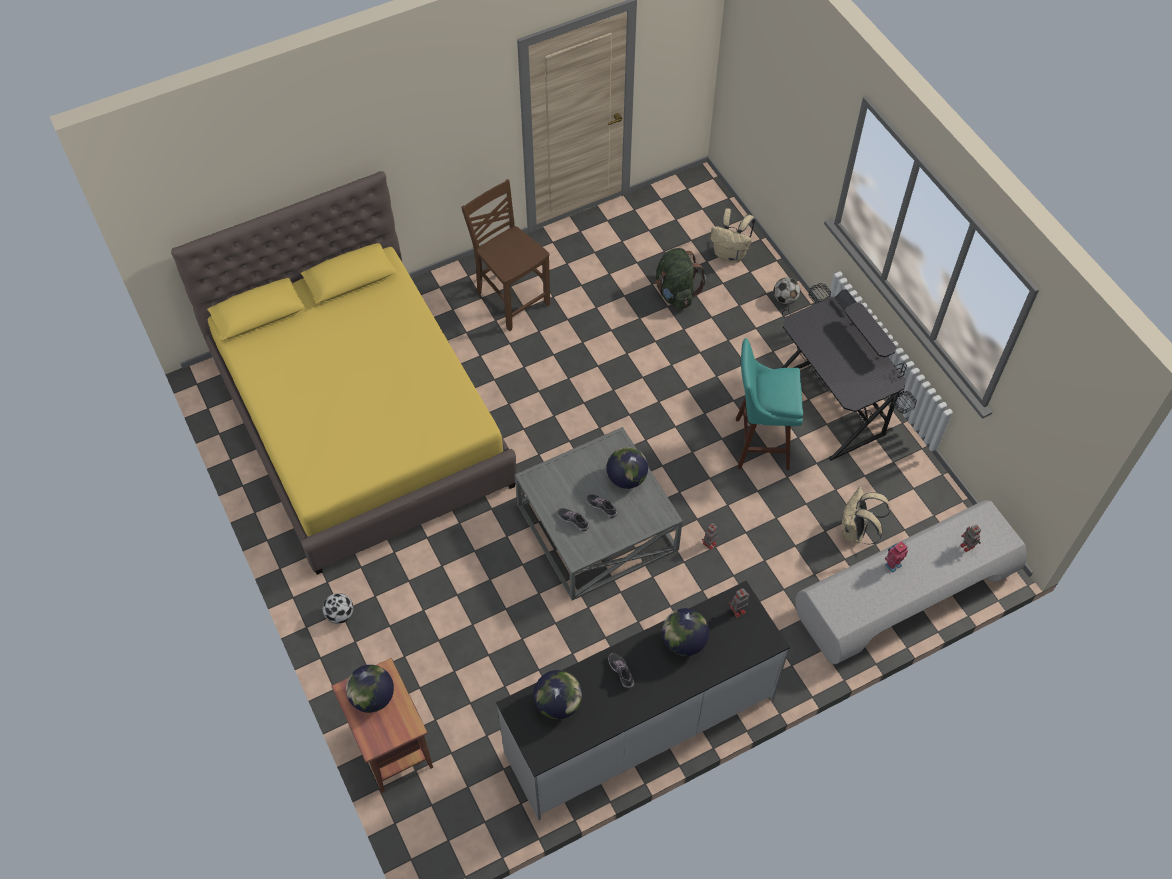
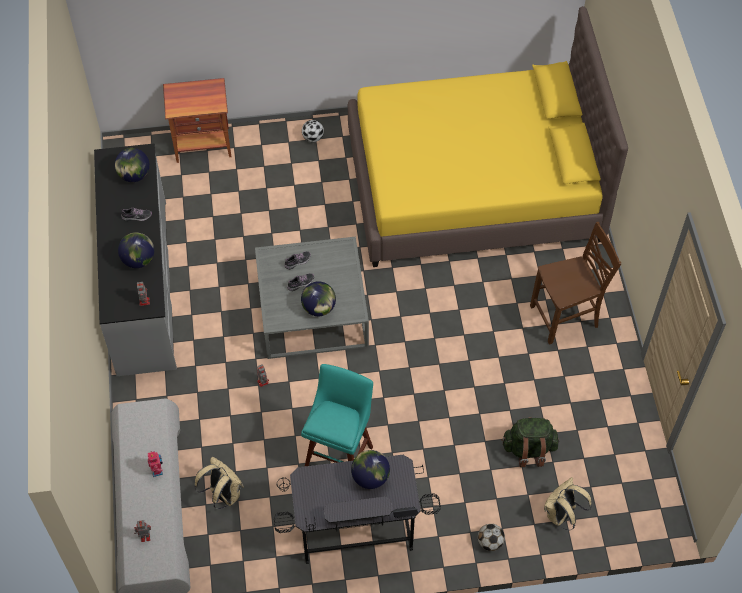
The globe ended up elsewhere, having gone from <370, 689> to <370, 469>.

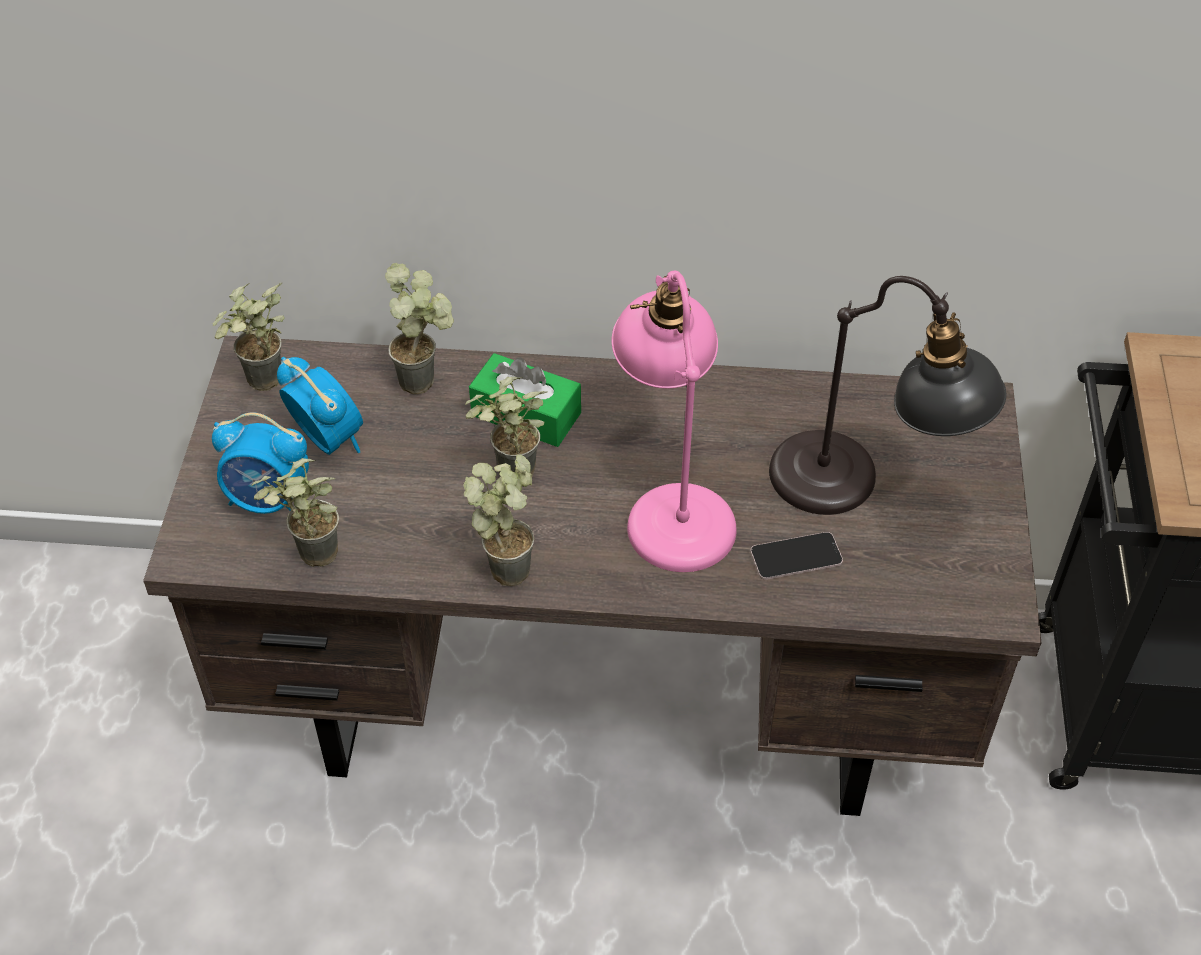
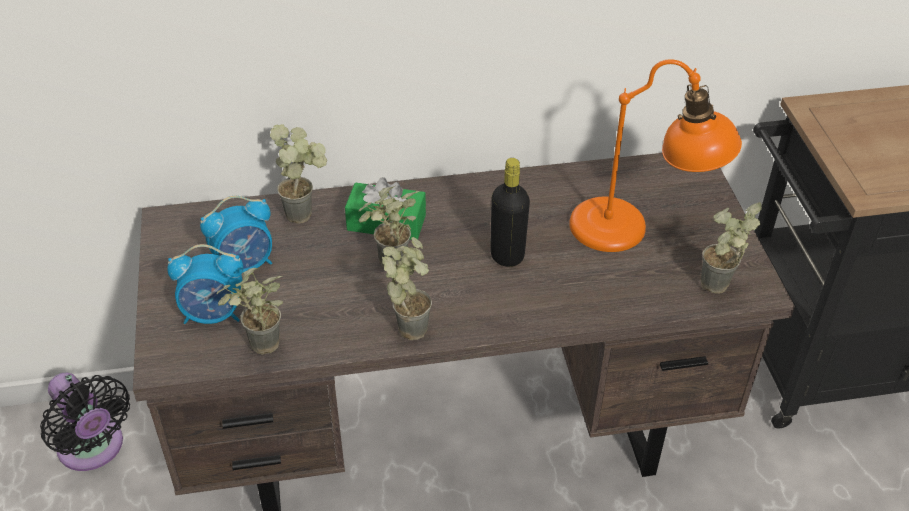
Where the table lamp in pink stood at <674, 421>, the bottle in black came to stand at <510, 212>.
What was the table lamp in grey at <887, 395> turned into the table lamp in orange at <655, 155>.
The potted plant ended up elsewhere, having gone from <249, 337> to <731, 248>.
The alarm clock at <320, 406> ended up facing another way, 120 degrees clockwise from before.
The second view lost the phone at <796, 556>.
The second view gained the fan in black at <85, 422>.

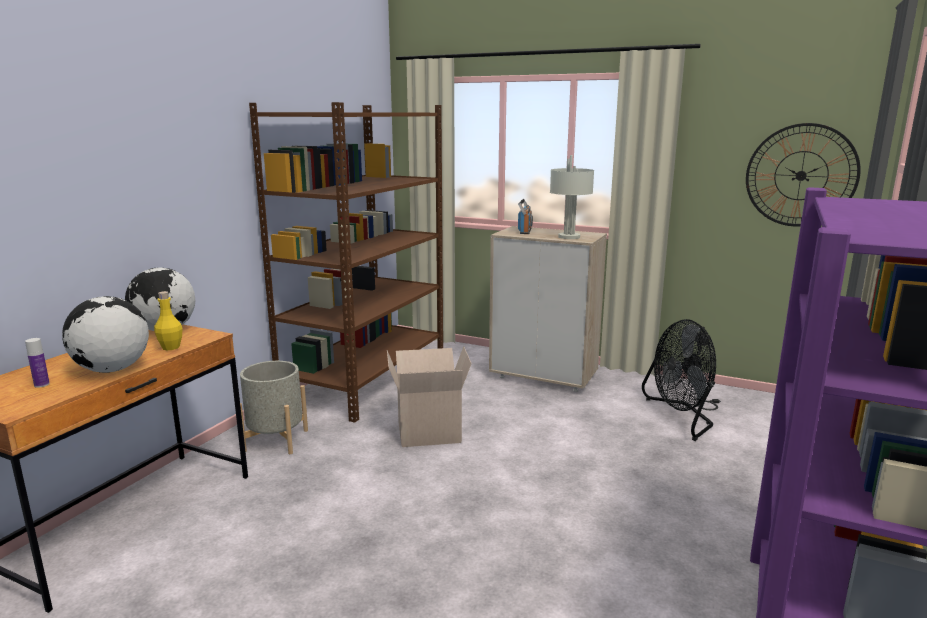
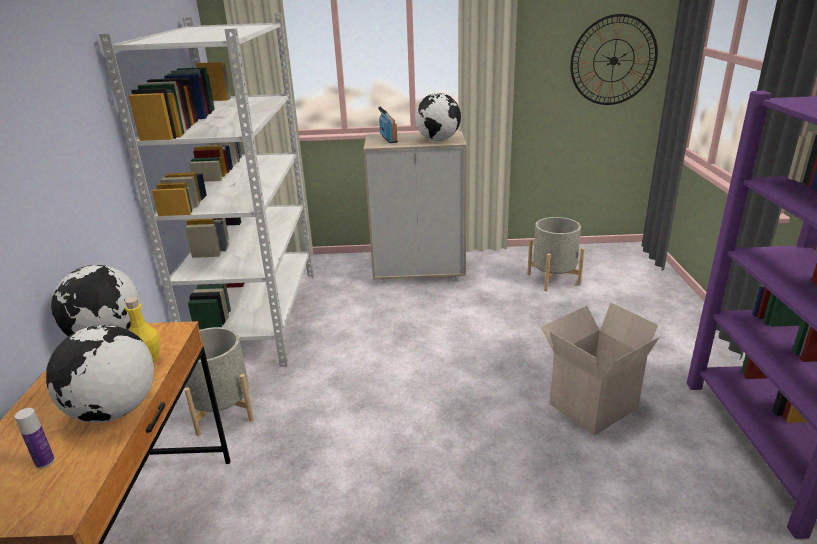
What was the bookcase in brown at <346, 262> turned into the bookcase in white at <206, 190>.
Where the table lamp in grey stood at <572, 197>, the globe came to stand at <438, 117>.
Where the fan in black stood at <681, 380>, the planter in grey came to stand at <556, 254>.
The cardboard box ended up elsewhere, having gone from <429, 396> to <600, 369>.

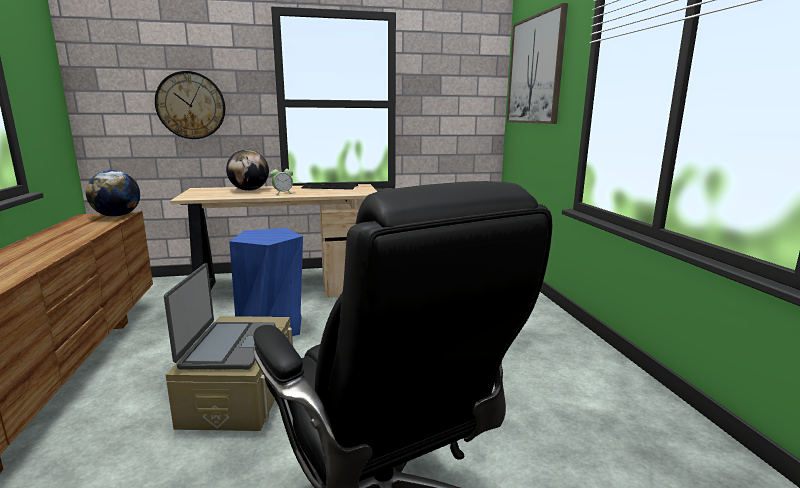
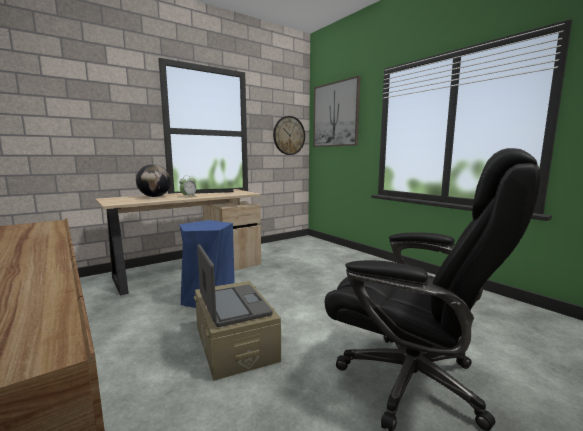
The wall clock ended up elsewhere, having gone from <190, 105> to <289, 135>.
The second view lost the globe at <113, 193>.

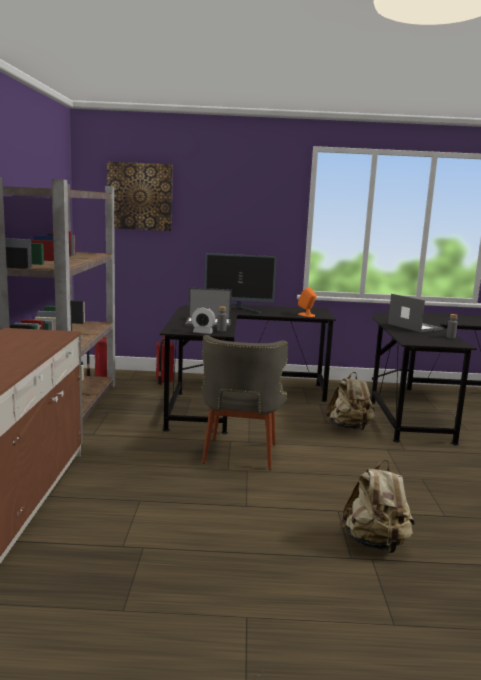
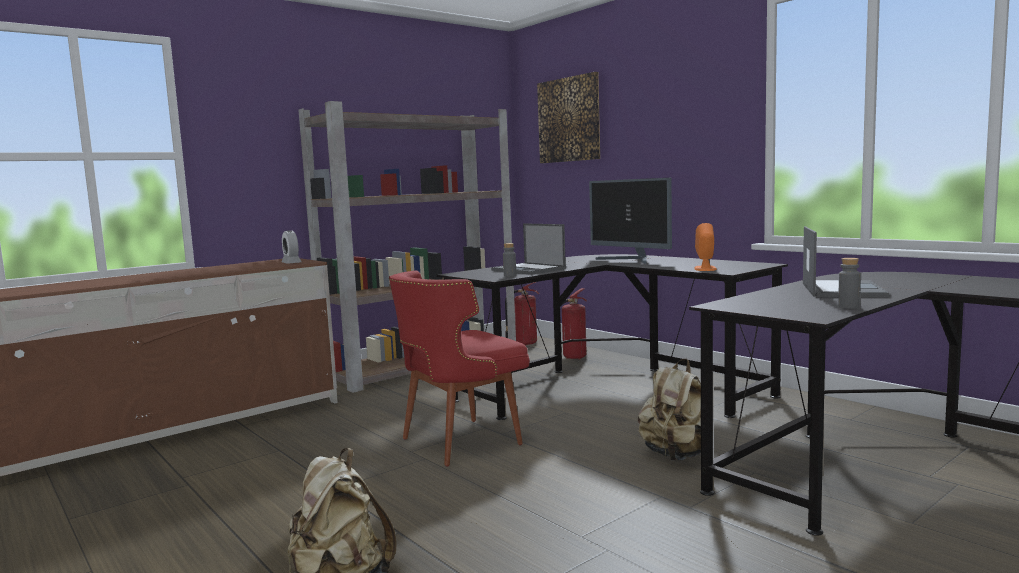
The alarm clock ended up elsewhere, having gone from <203, 320> to <291, 247>.
What was the chair in grey at <244, 402> turned into the chair in red at <459, 368>.

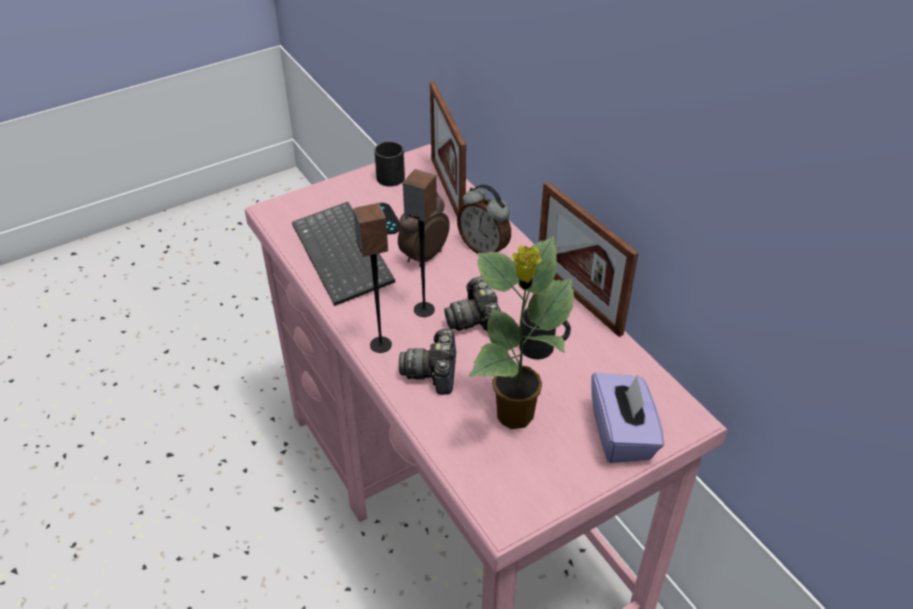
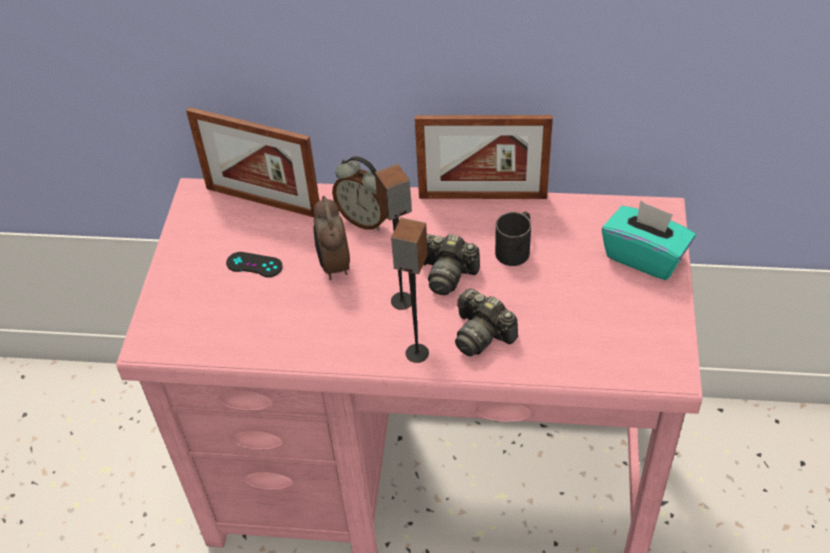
The second view lost the mug in black at <389, 164>.
The alarm clock at <484, 219> ended up facing another way, 45 degrees clockwise from before.
The second view lost the keyboard at <343, 254>.
The second view lost the potted plant at <521, 332>.
What was the tissue box in purple at <627, 417> turned into the tissue box in turquoise at <649, 240>.

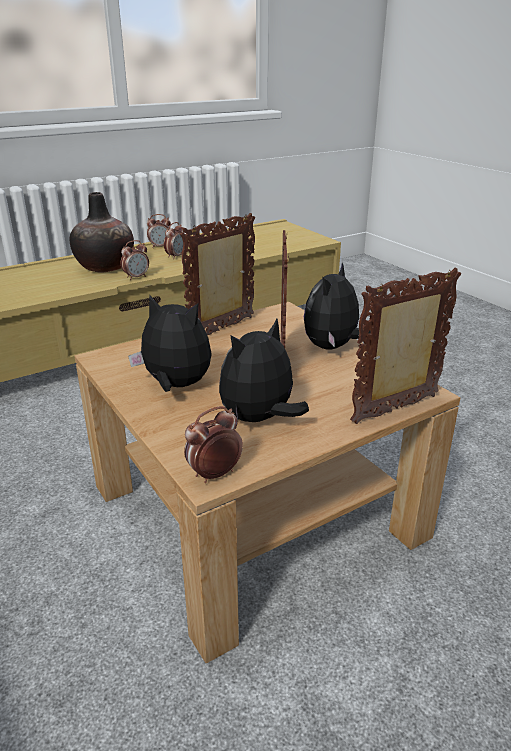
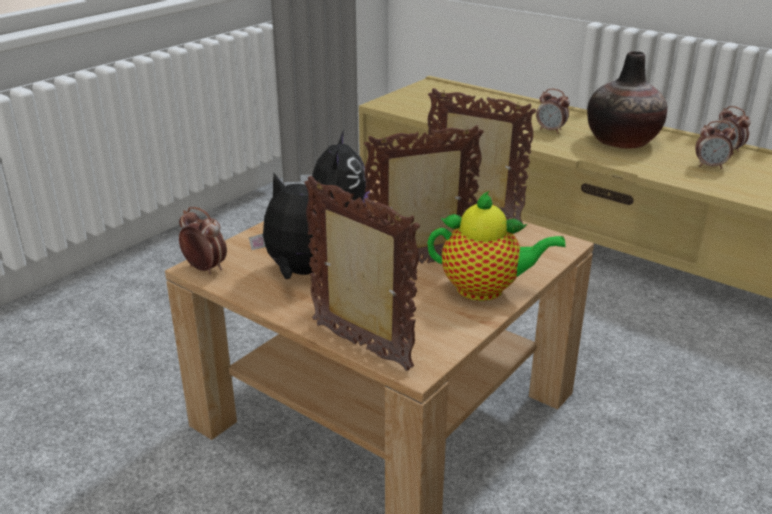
The alarm clock ended up elsewhere, having gone from <135, 260> to <553, 111>.
Where the plush toy stood at <337, 306>, the teapot came to stand at <496, 246>.

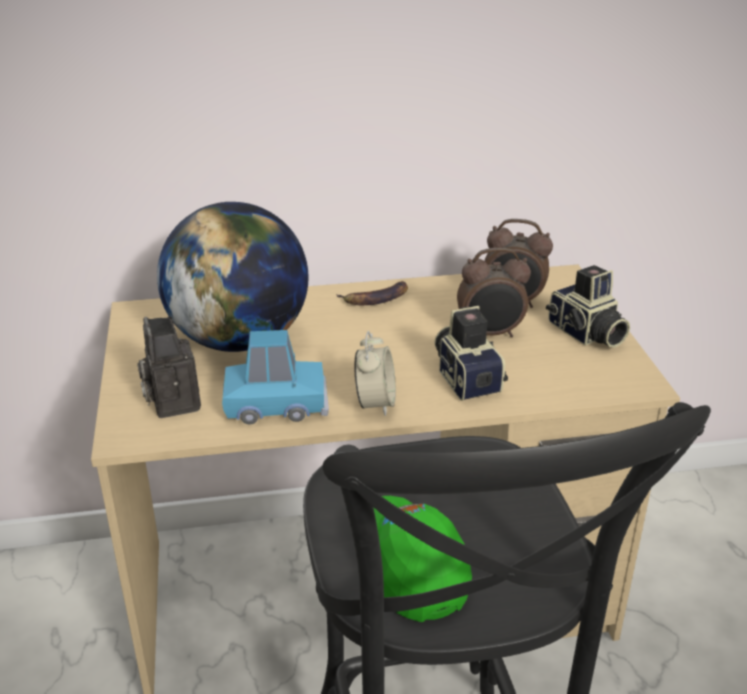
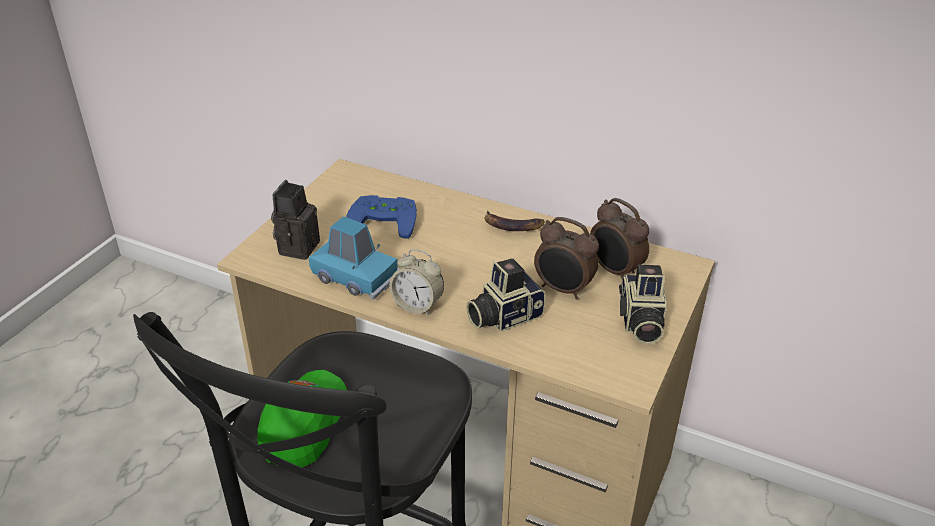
Where the globe stood at <232, 277>, the game controller in blue came to stand at <381, 217>.
The photo camera at <471, 353> ended up facing another way, 135 degrees counterclockwise from before.
The alarm clock at <375, 373> ended up facing another way, 75 degrees clockwise from before.

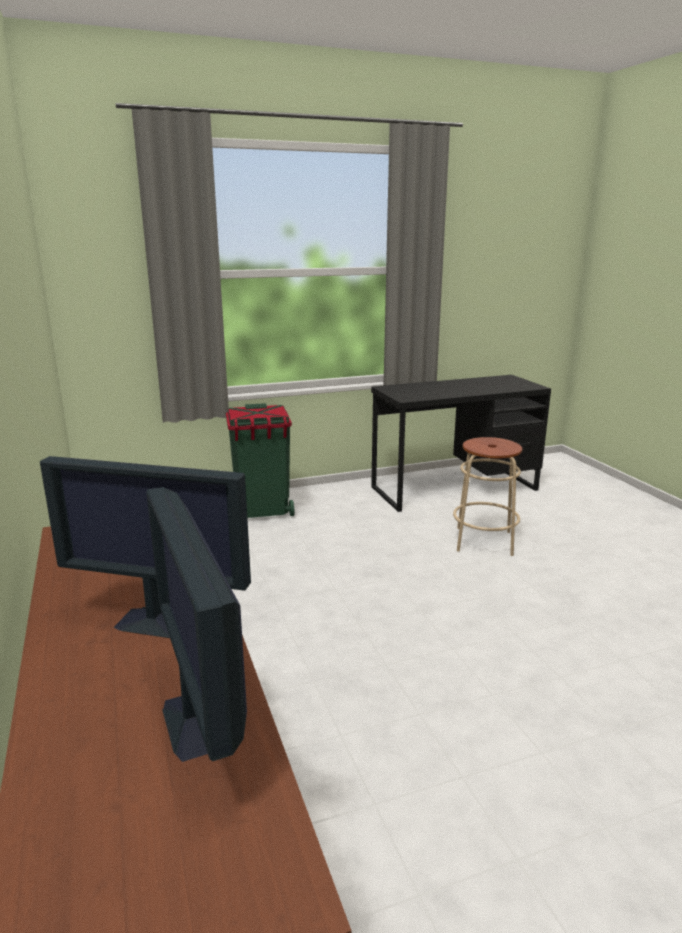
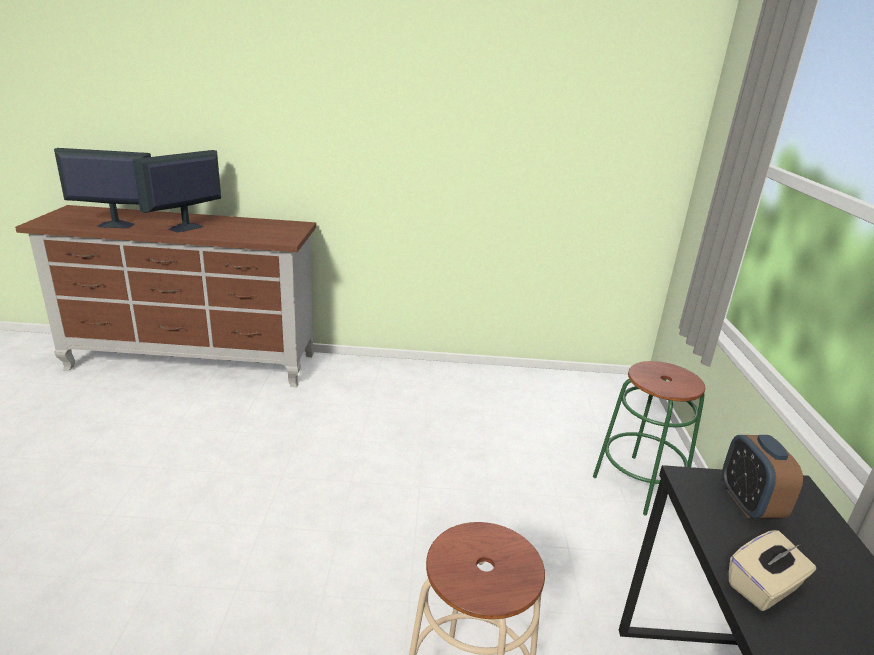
Where the trash can in green stood at <260, 460>, the stool in green came to stand at <649, 438>.
The second view gained the alarm clock at <762, 476>.
The second view gained the tissue box in beige at <772, 570>.

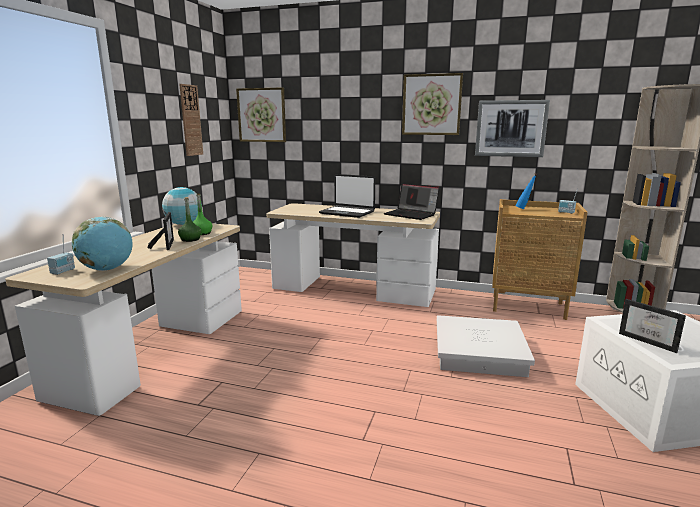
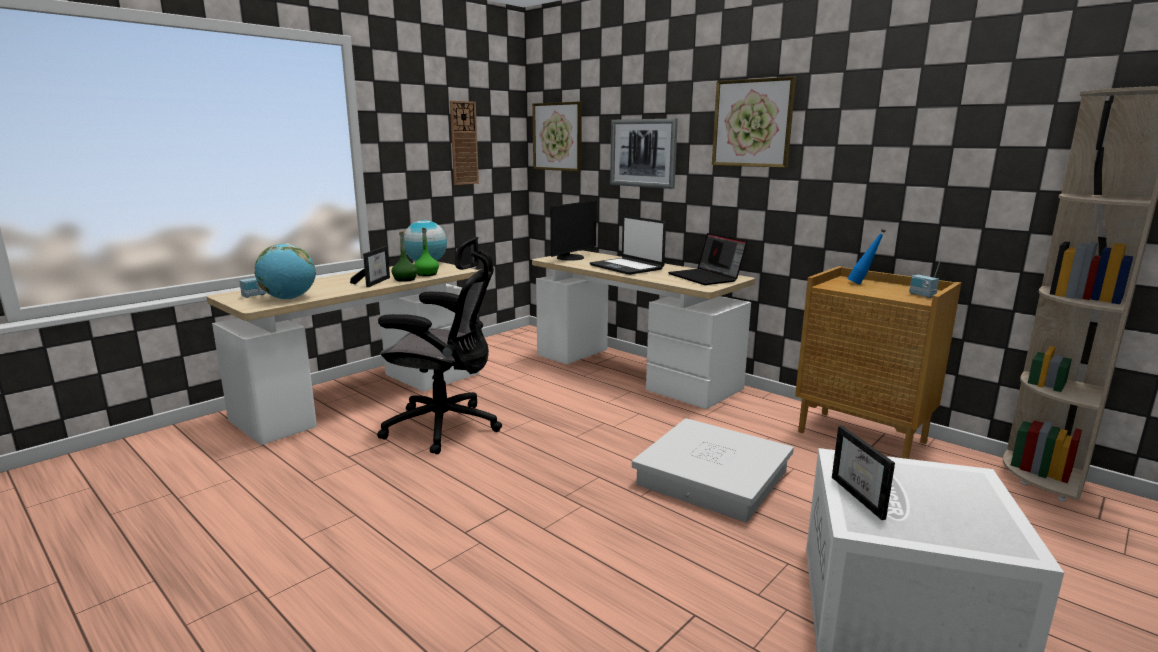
The picture ended up elsewhere, having gone from <512, 128> to <644, 154>.
The second view gained the monitor at <573, 230>.
The second view gained the office chair at <439, 345>.

